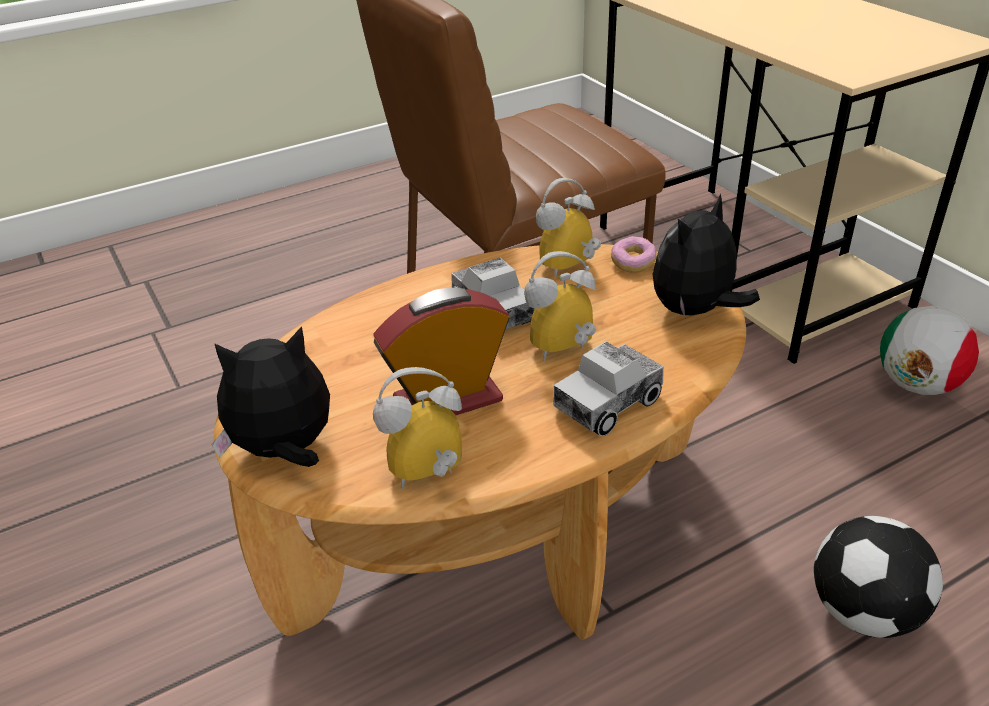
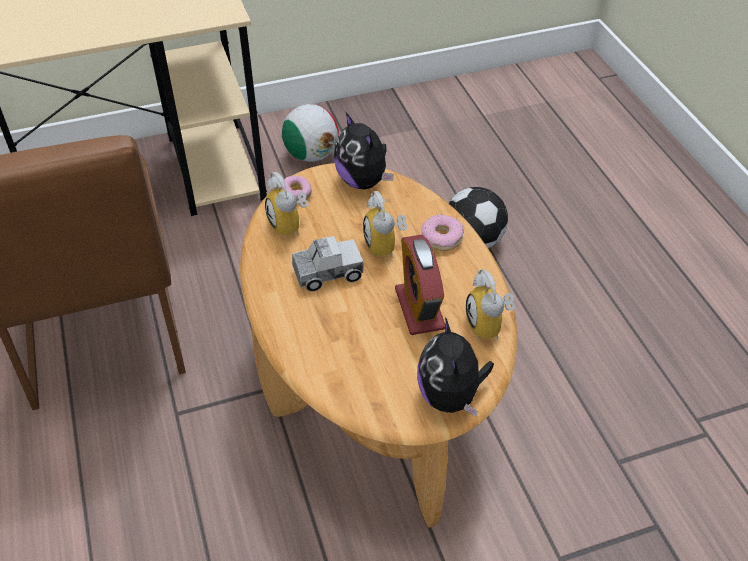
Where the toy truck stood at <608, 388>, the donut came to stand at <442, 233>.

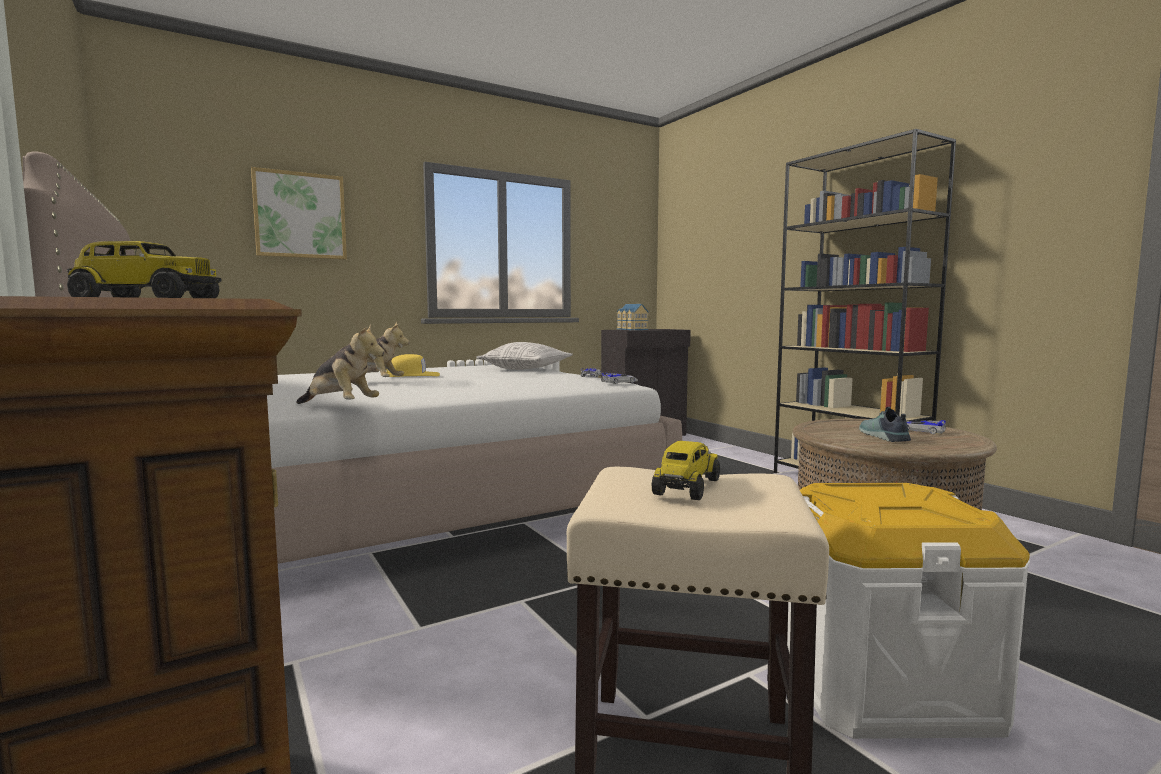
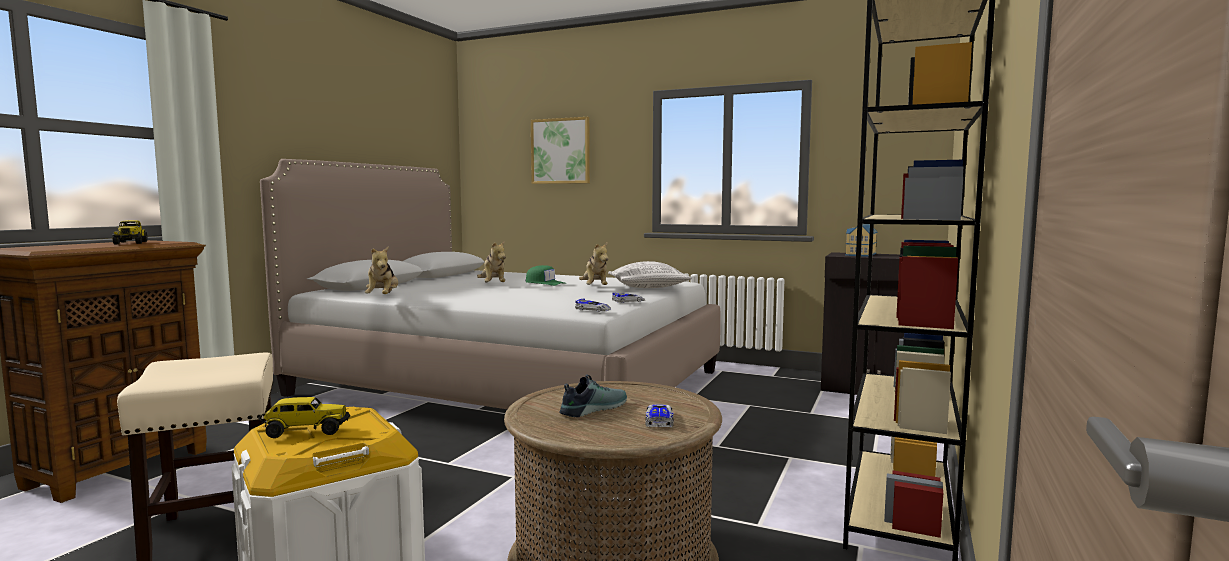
What was the cap in yellow at <413, 365> turned into the cap in green at <545, 275>.
The toy truck ended up elsewhere, having gone from <686, 470> to <304, 417>.
The second view gained the plush toy at <593, 263>.

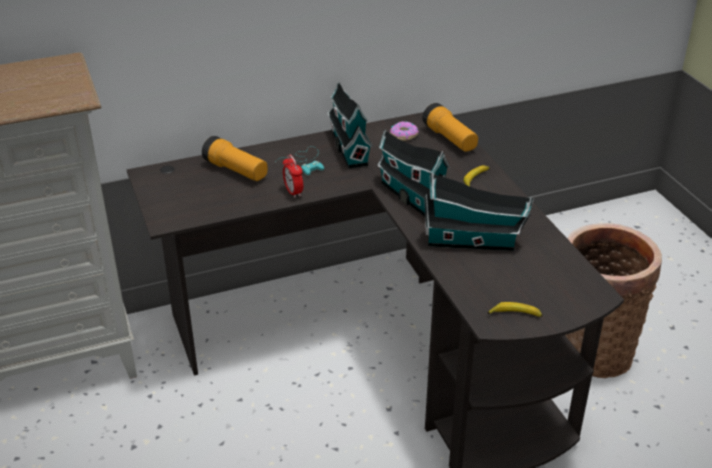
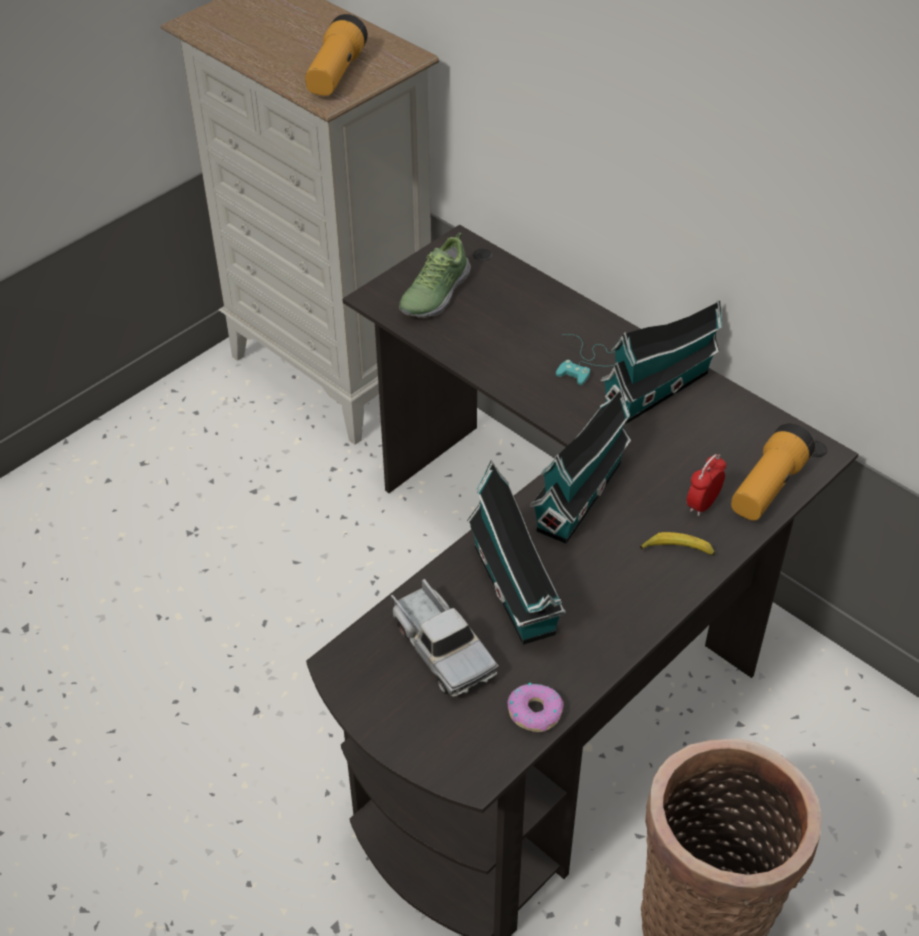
The donut ended up elsewhere, having gone from <404, 131> to <535, 707>.
The flashlight ended up elsewhere, having gone from <235, 158> to <336, 55>.
The alarm clock ended up elsewhere, having gone from <293, 176> to <706, 485>.
The second view lost the banana at <515, 309>.
The second view gained the shoe at <435, 275>.
The second view gained the toy truck at <445, 637>.

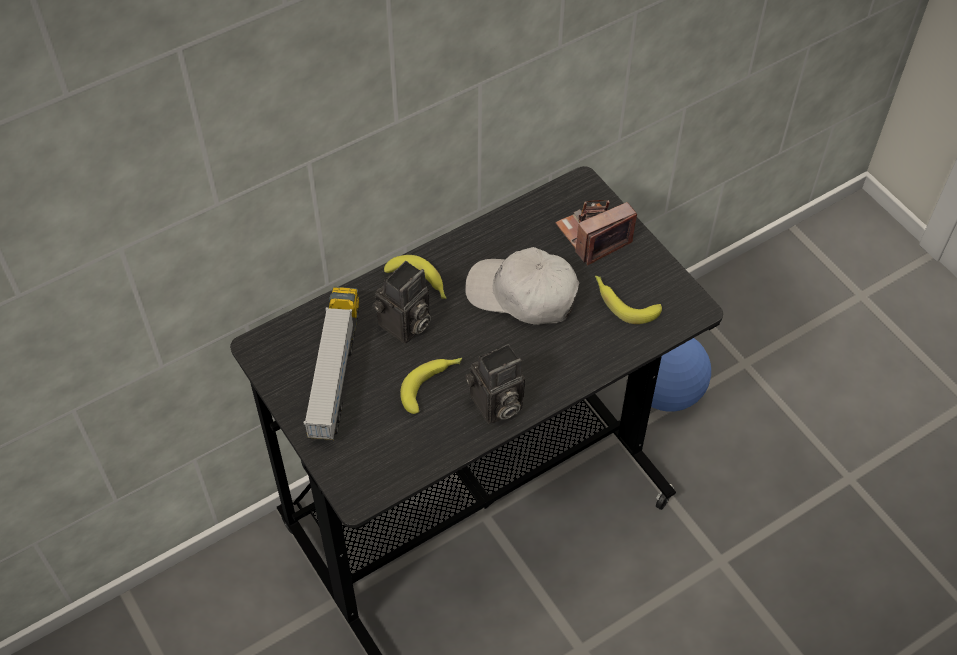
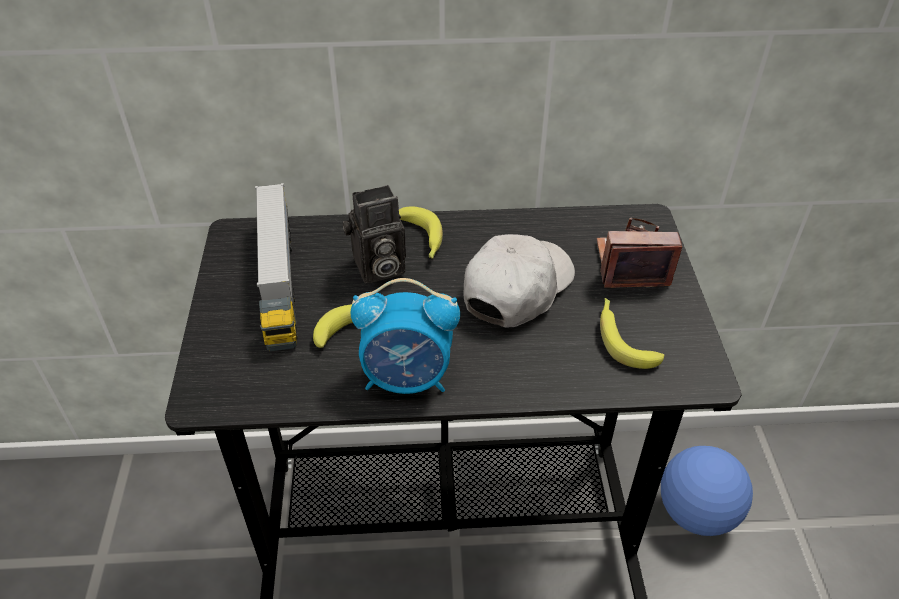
The cap in white at <522, 286> ended up facing another way, 75 degrees clockwise from before.
The toy truck at <331, 364> ended up facing another way, 135 degrees clockwise from before.
Where the photo camera stood at <495, 384>, the alarm clock came to stand at <405, 336>.

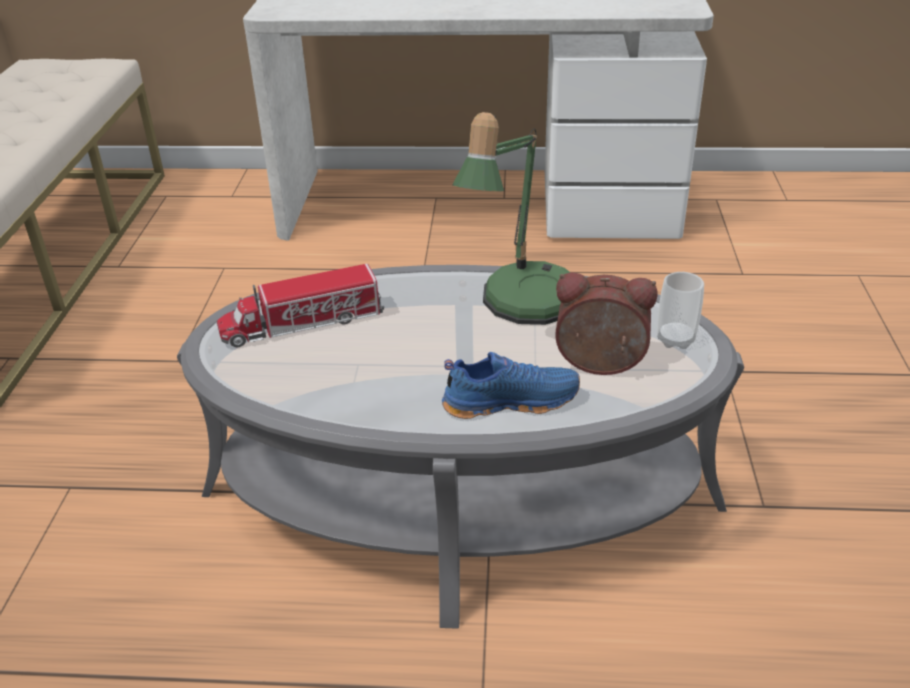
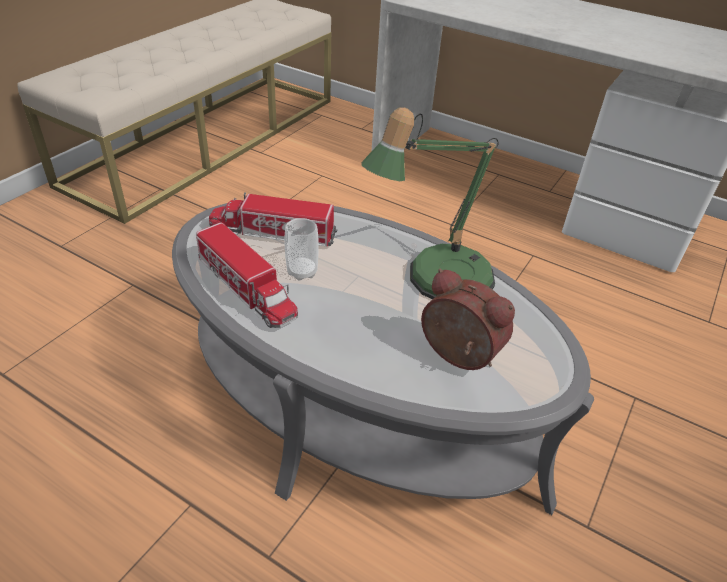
The cup ended up elsewhere, having gone from <680, 310> to <302, 249>.
The second view lost the shoe in blue at <511, 385>.
The second view gained the toy truck at <247, 275>.

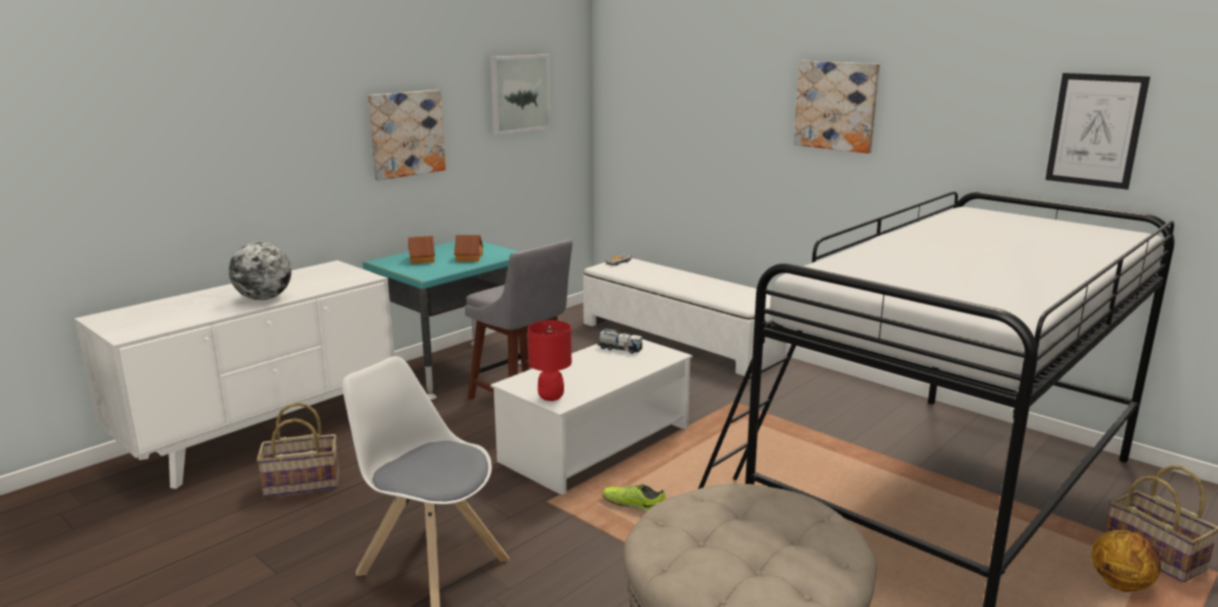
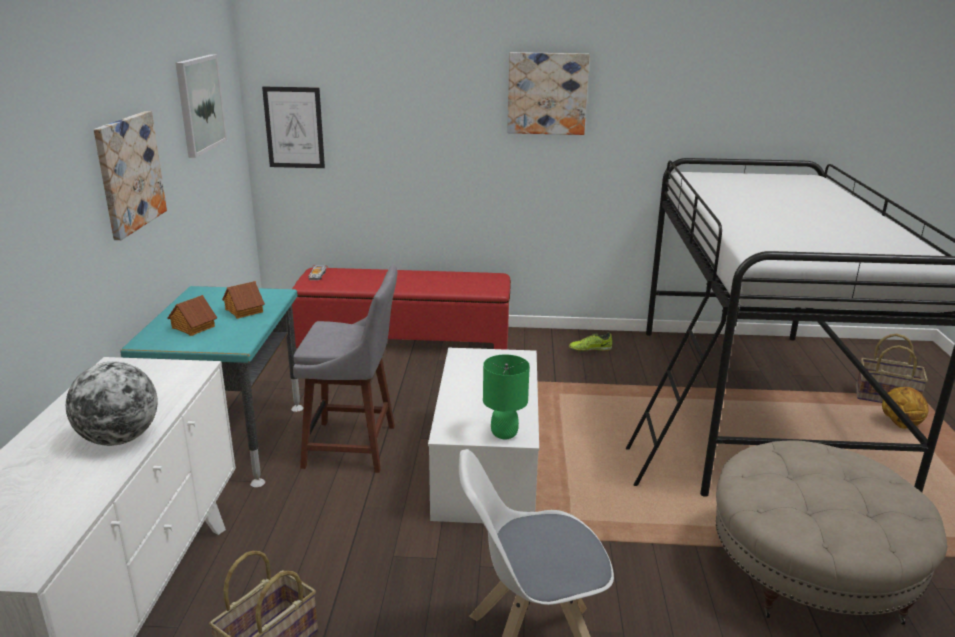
The picture ended up elsewhere, having gone from <1097, 131> to <293, 127>.
What was the bench in white at <685, 317> turned into the bench in red at <401, 309>.
What was the table lamp in red at <550, 360> turned into the table lamp in green at <506, 397>.
The second view lost the toy truck at <620, 341>.
The shoe ended up elsewhere, having gone from <634, 498> to <590, 342>.

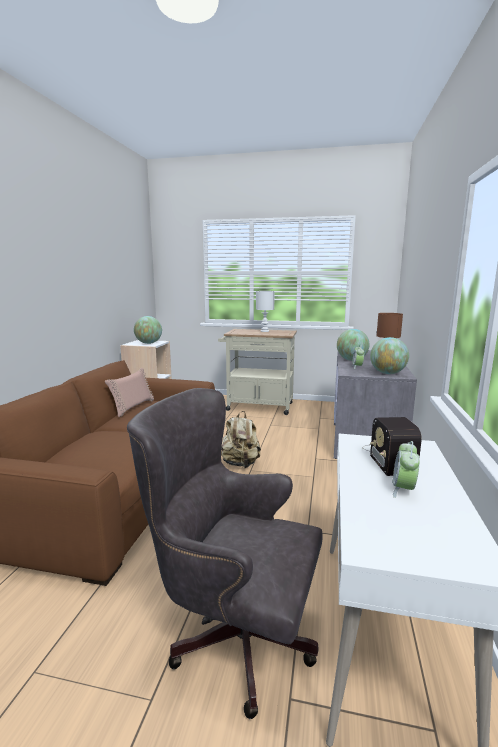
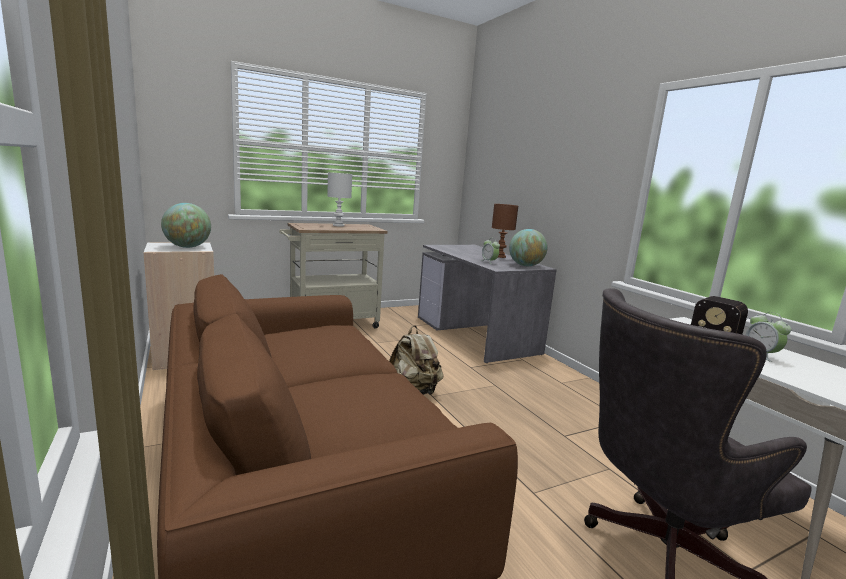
The second view lost the globe at <353, 345>.
The second view lost the pillow in beige at <129, 392>.

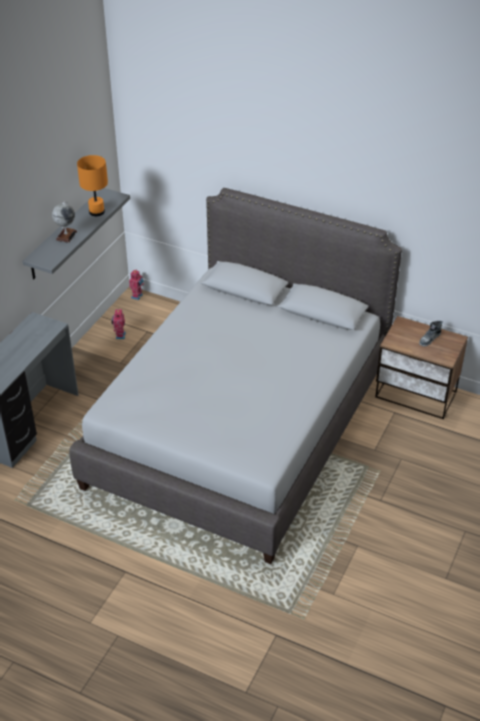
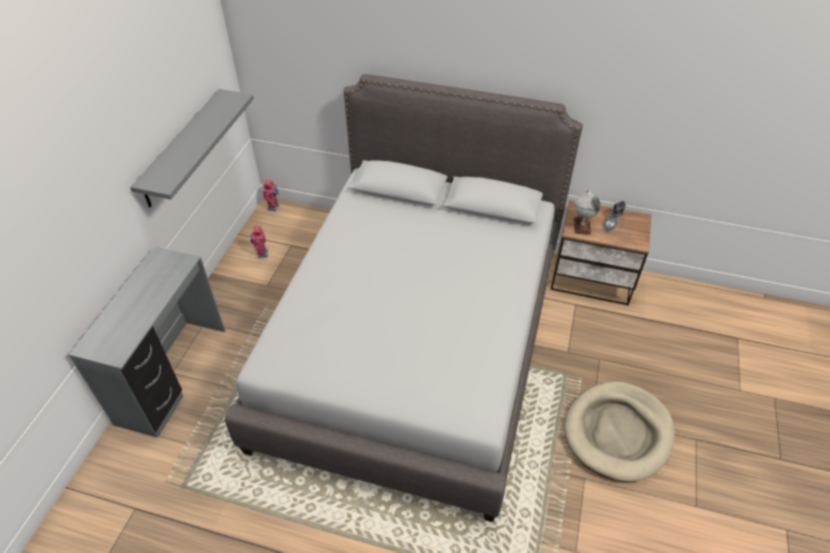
The second view lost the table lamp in orange at <92, 185>.
The globe ended up elsewhere, having gone from <64, 222> to <587, 212>.
The second view gained the dog bed in beige at <620, 431>.

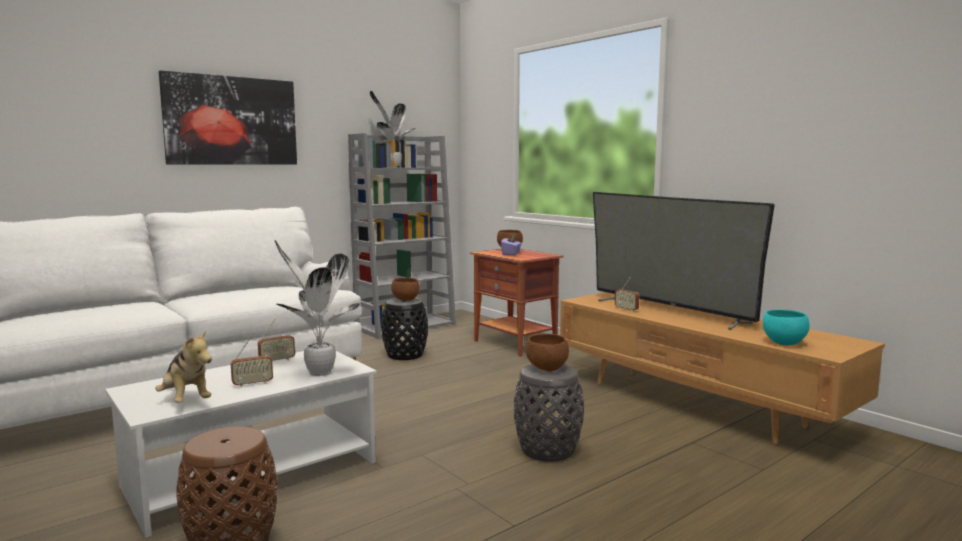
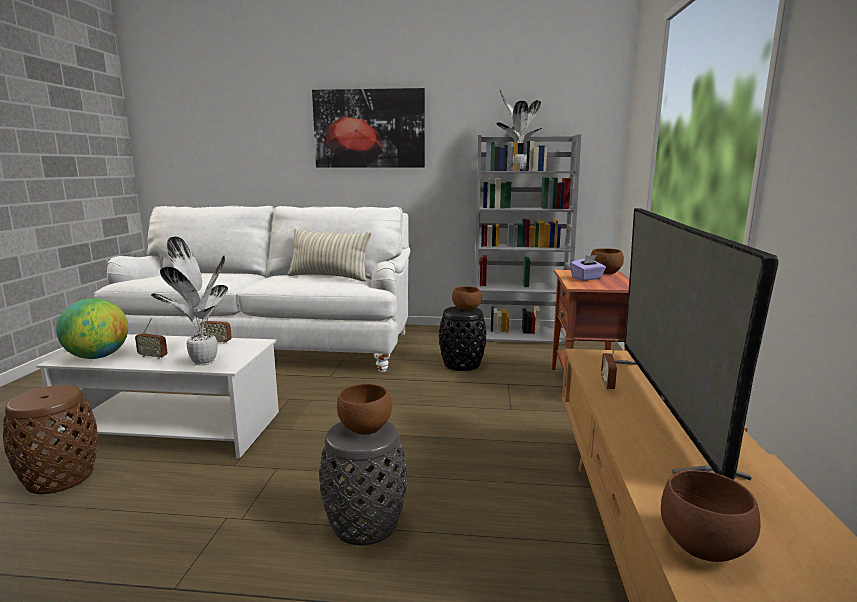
What was the bowl in turquoise at <786, 327> turned into the bowl in brown at <711, 516>.
Where the plush toy stood at <183, 366>, the globe came to stand at <92, 328>.
The second view gained the pillow at <329, 255>.

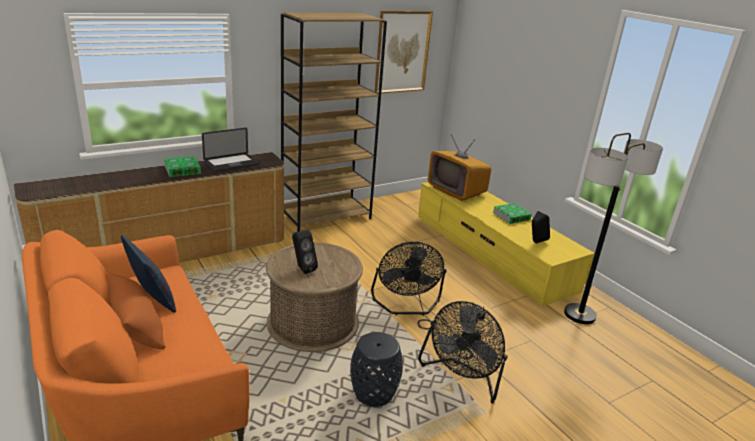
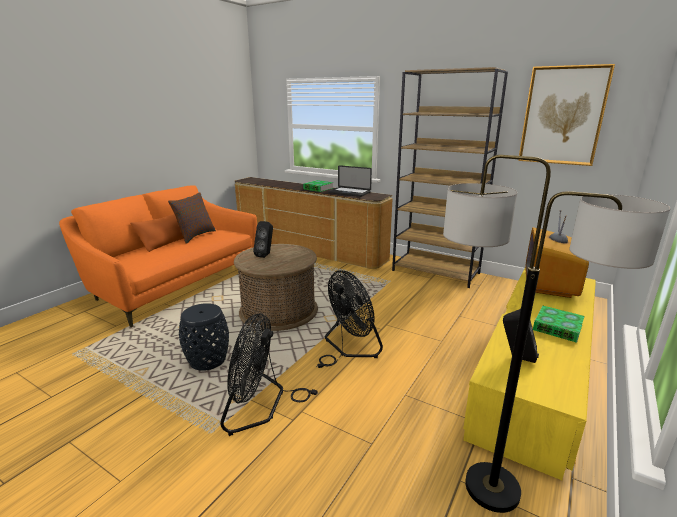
What was the pillow in blue at <148, 274> turned into the pillow in brown at <192, 218>.

